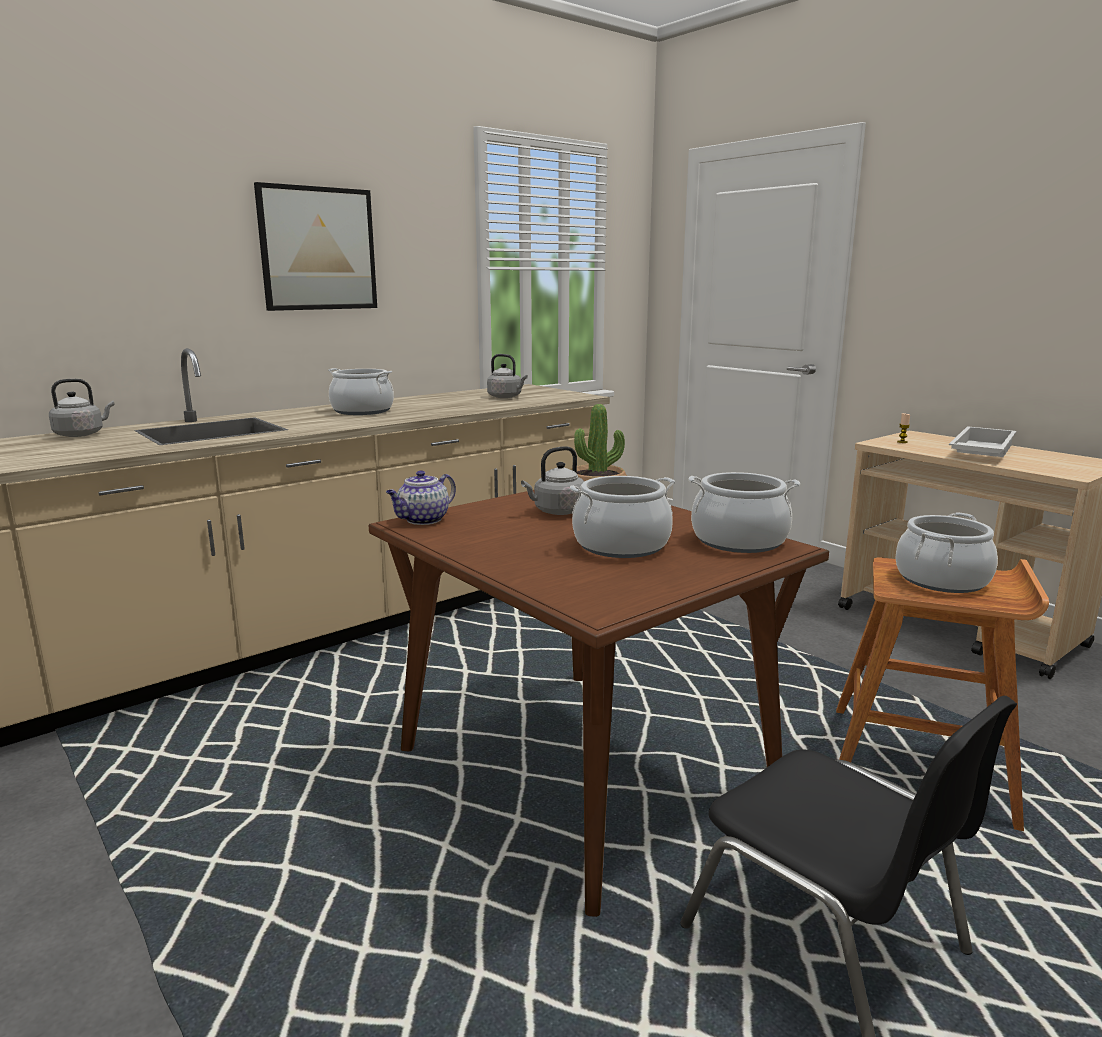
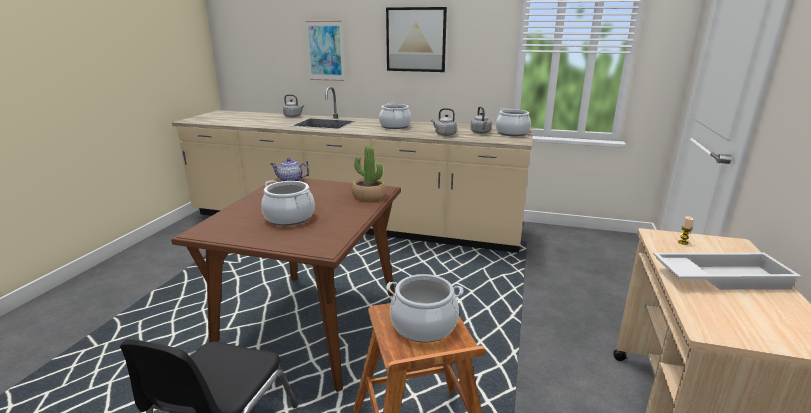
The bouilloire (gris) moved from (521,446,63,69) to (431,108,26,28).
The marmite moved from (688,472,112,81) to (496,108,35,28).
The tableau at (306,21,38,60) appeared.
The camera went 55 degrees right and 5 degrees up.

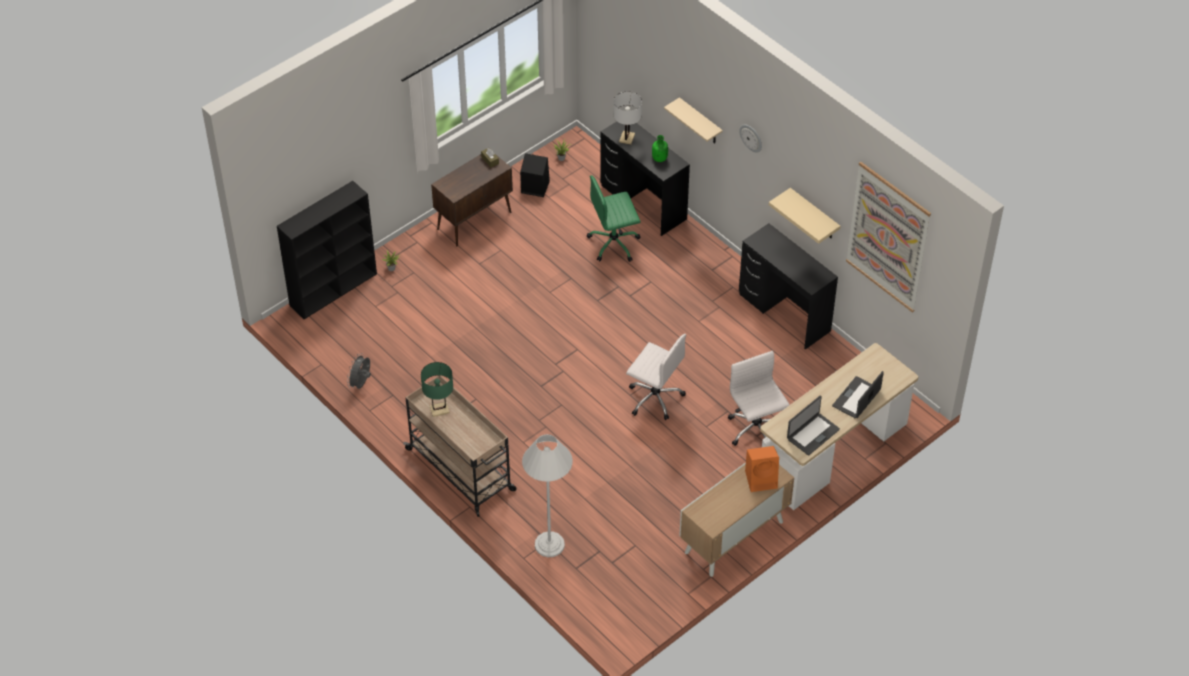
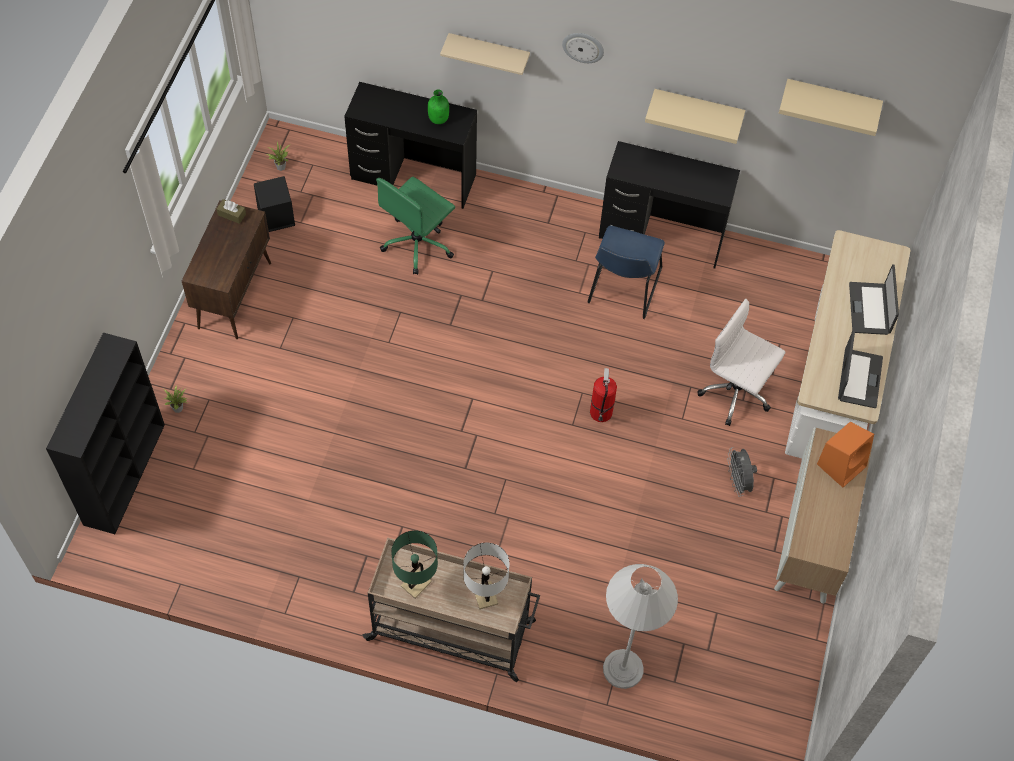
The lampe de table (blanc) moved from (613,91,29,54) to (463,543,47,66).
The tableau at (846,161,85,152) was replaced by the étagère (beige) at (779,79,104,57).
The chaise de bureau (blanc) at (626,334,60,86) was replaced by the extincteur at (590,368,27,54).
The ventilateur (gris) moved from (347,353,24,36) to (727,447,30,50).
The chaise (bleu) at (587,226,78,93) appeared.
The camera went 35 degrees left and 10 degrees up.

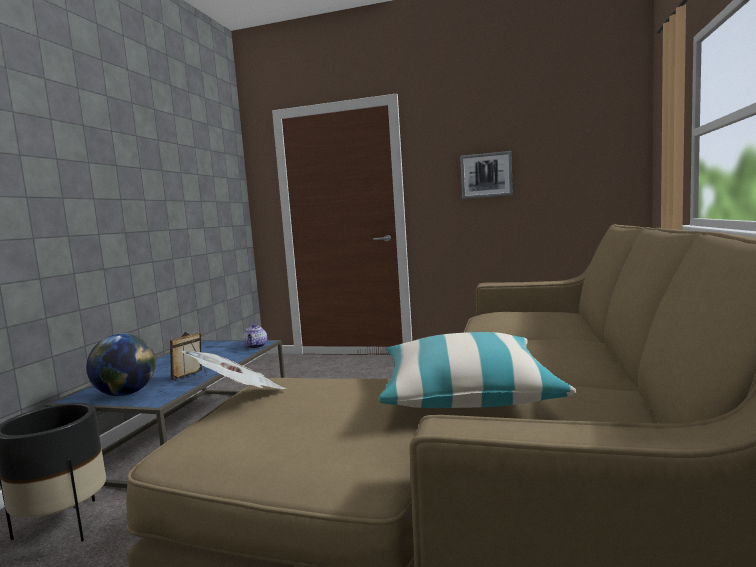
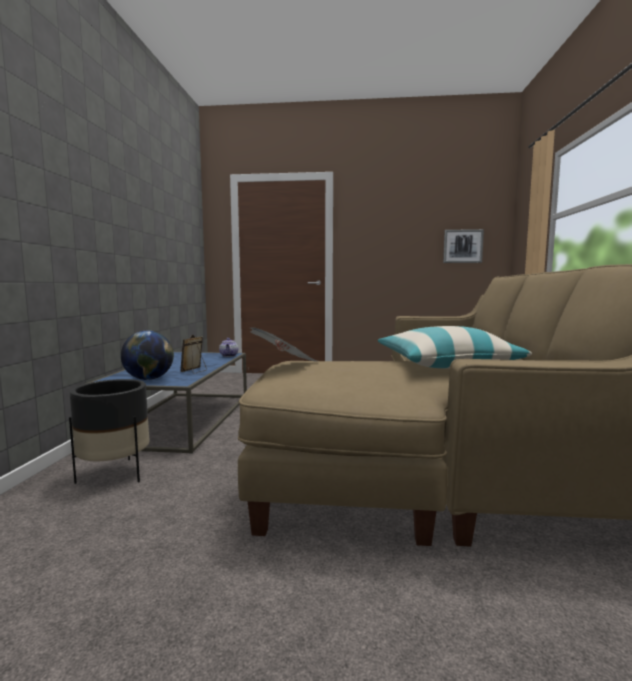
The tableau moved from (460,151,53,48) to (443,229,41,34).
The camera went 10 degrees left and 0 degrees up.

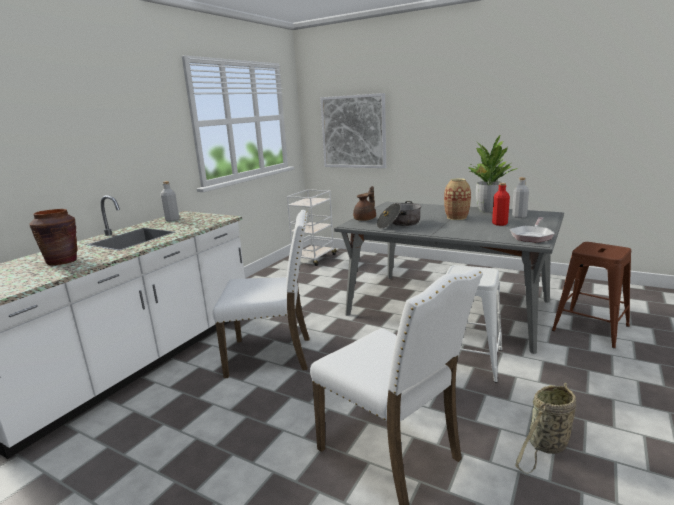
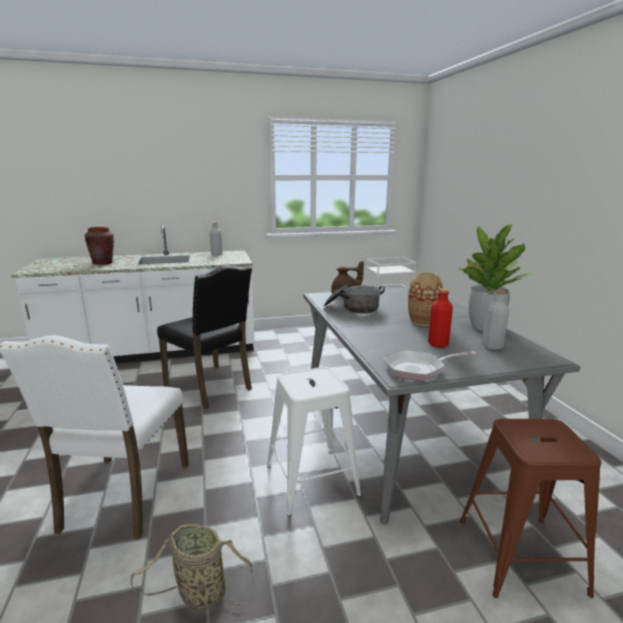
The tableau at (320,93,66,75) disappeared.
The chaise (blanc) at (212,210,98,168) became the chaise (noir) at (157,266,95,143).
The camera went 45 degrees right and 0 degrees up.

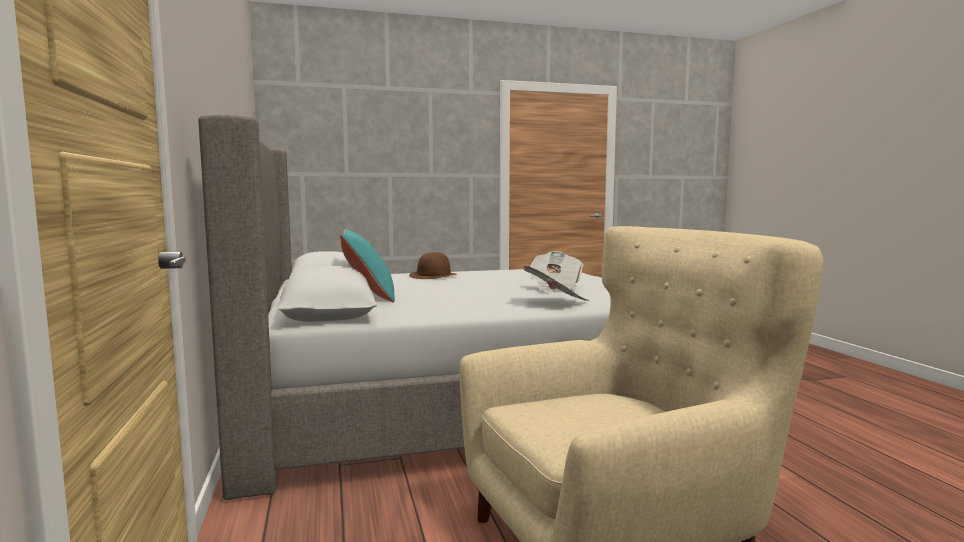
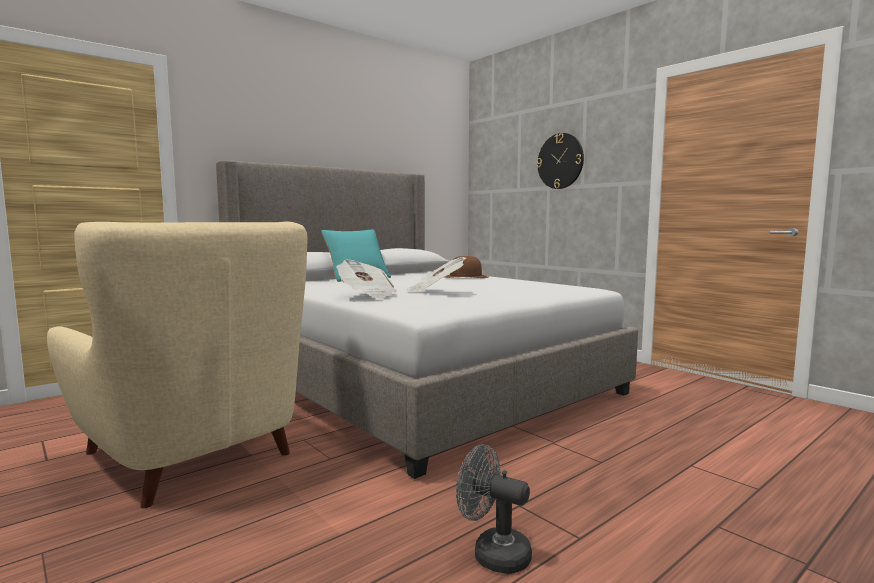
The horloge murale at (537,133,47,56) appeared.
The ventilateur (gris) at (456,444,76,130) appeared.
The camera went 65 degrees right and 0 degrees up.

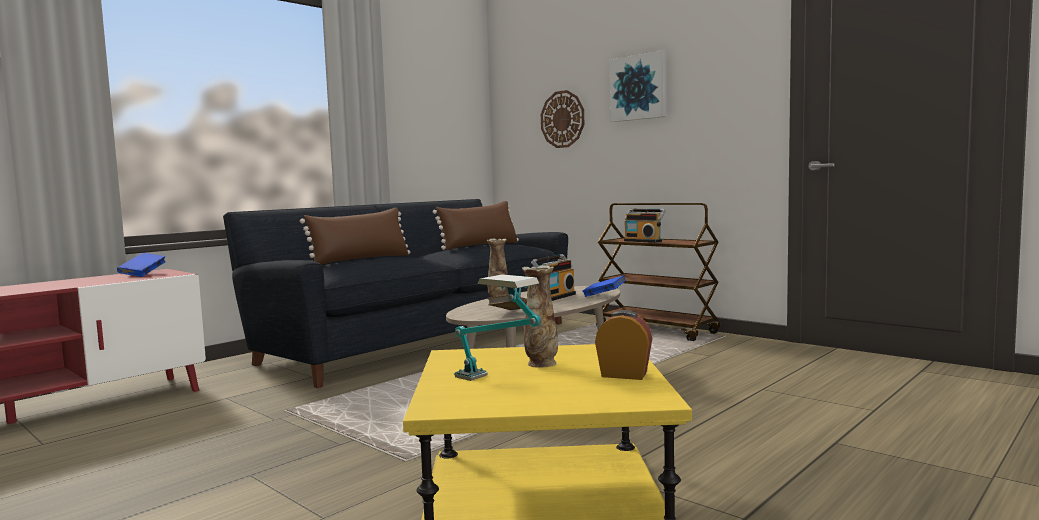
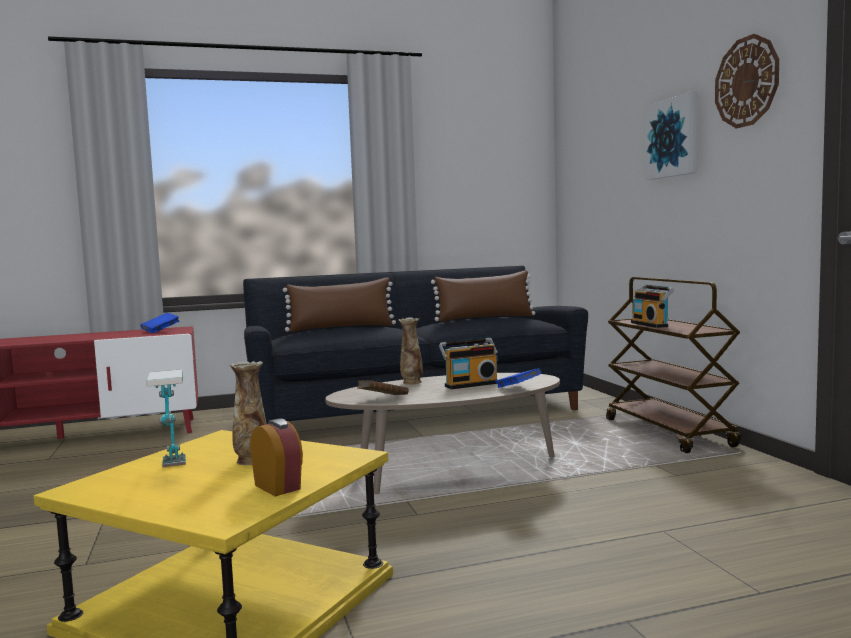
The horloge murale moved from (541,90,43,58) to (715,34,64,94).
The camera went 30 degrees right and 0 degrees up.

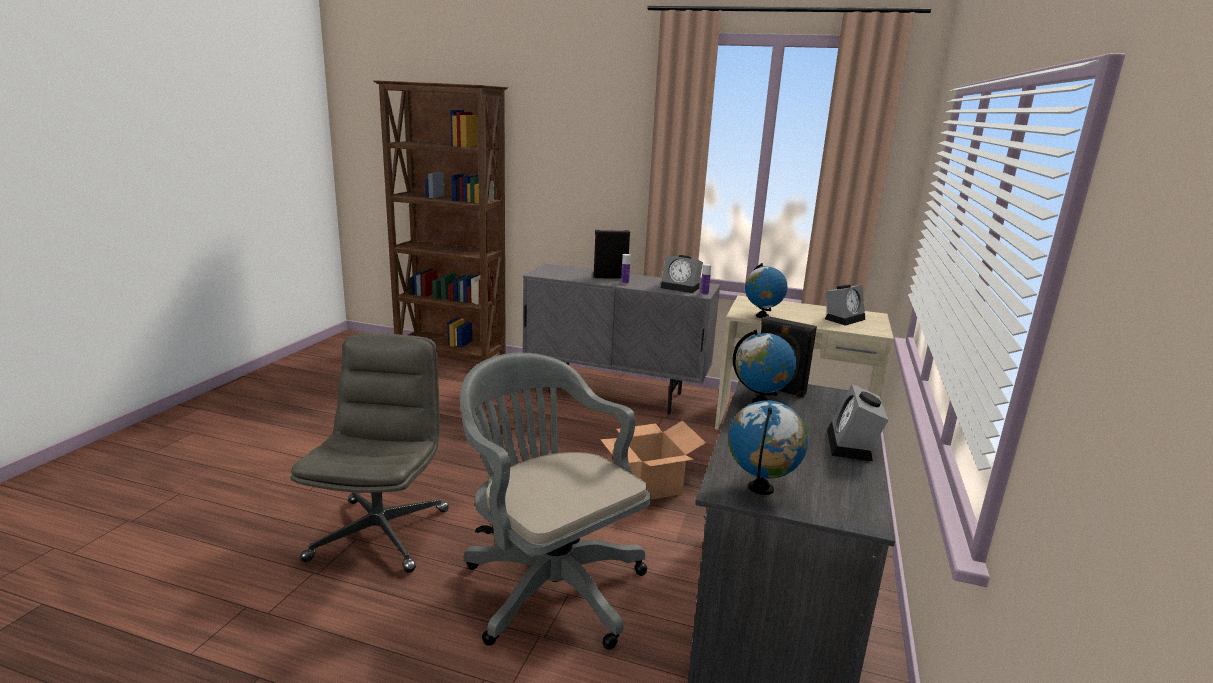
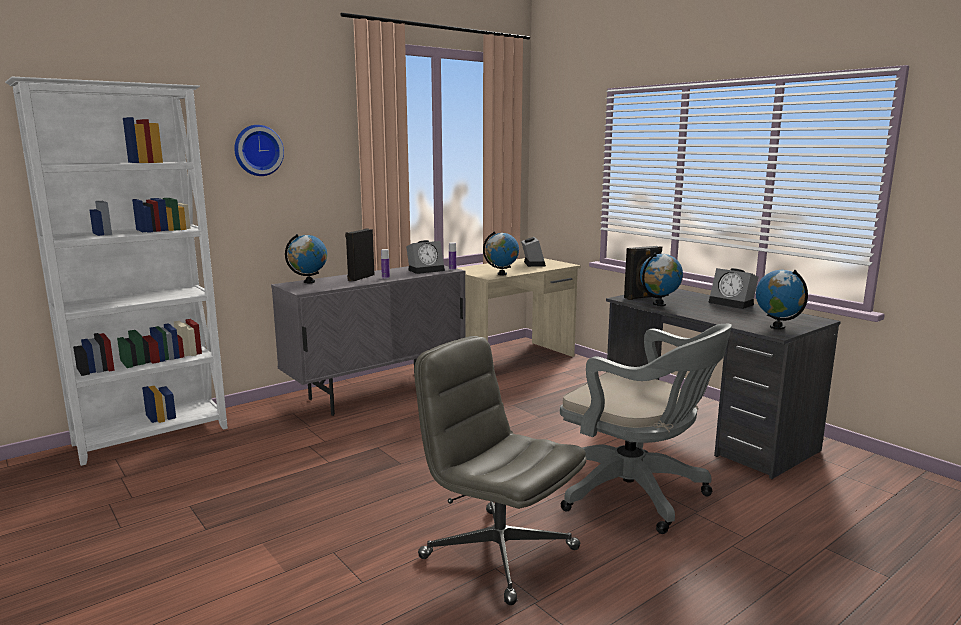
The bibliothèque (marron) at (373,80,135,281) became the bibliothèque (blanc) at (5,77,223,389).
The chaise de bureau (gris) at (460,353,191,297) turned 135 degrees counterclockwise.
The carton at (600,421,106,79) disappeared.
The horloge murale at (234,125,50,51) appeared.
The globe at (285,234,42,49) appeared.
The camera went 55 degrees left and 5 degrees down.

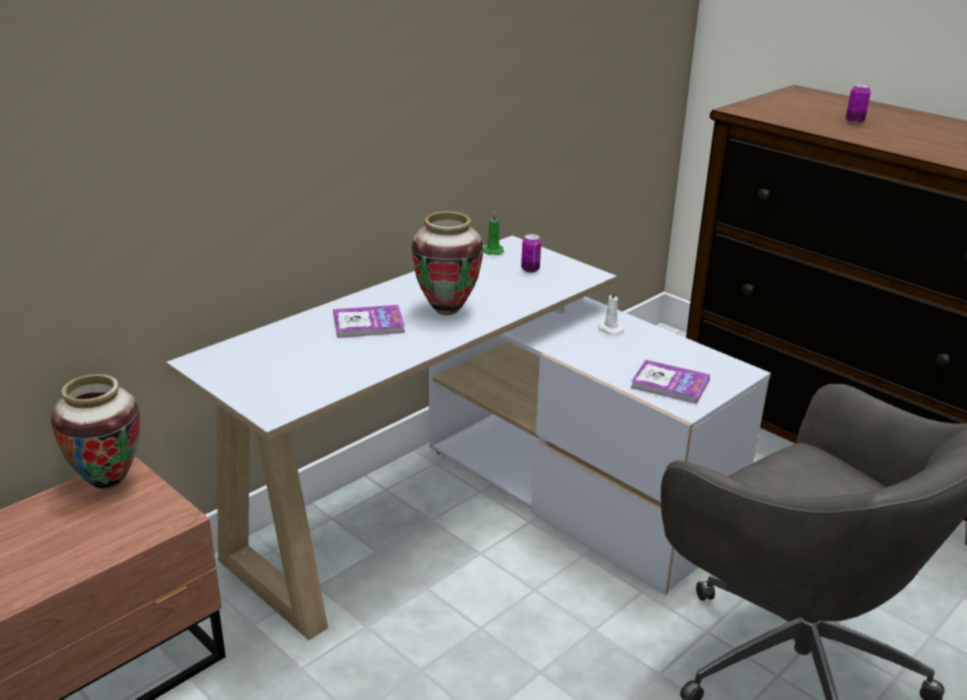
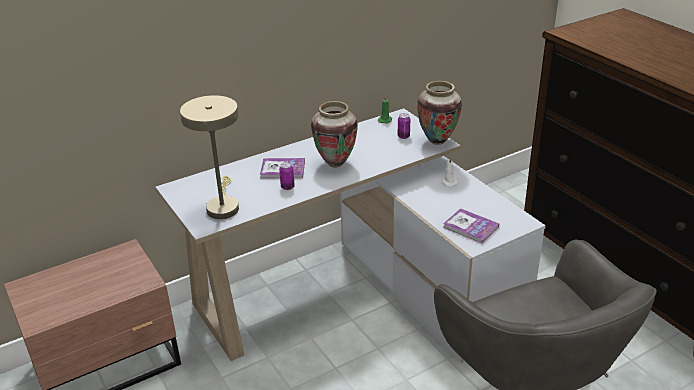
The boîte métallique moved from (846,84,25,39) to (279,162,16,28).
The vase moved from (51,374,89,116) to (417,81,45,64).
The lampe de table (beige) at (180,95,59,124) appeared.
The camera went 15 degrees right and 5 degrees up.

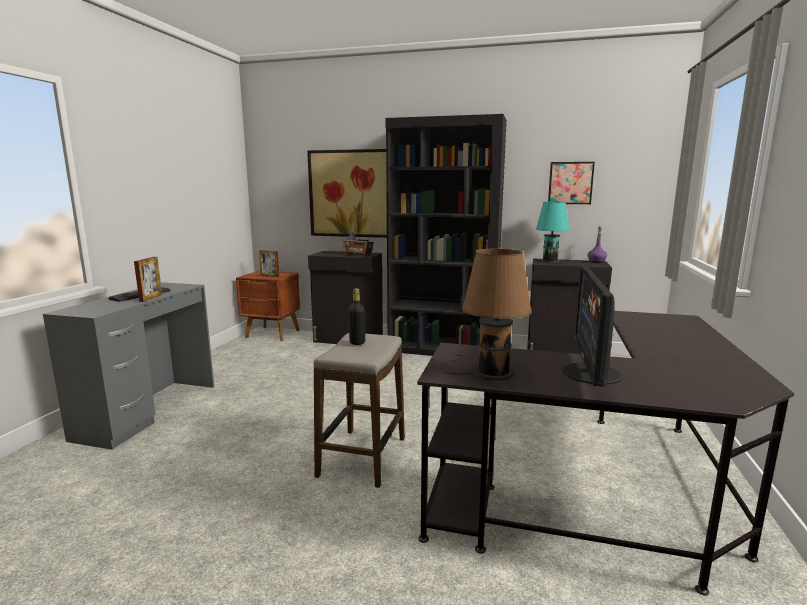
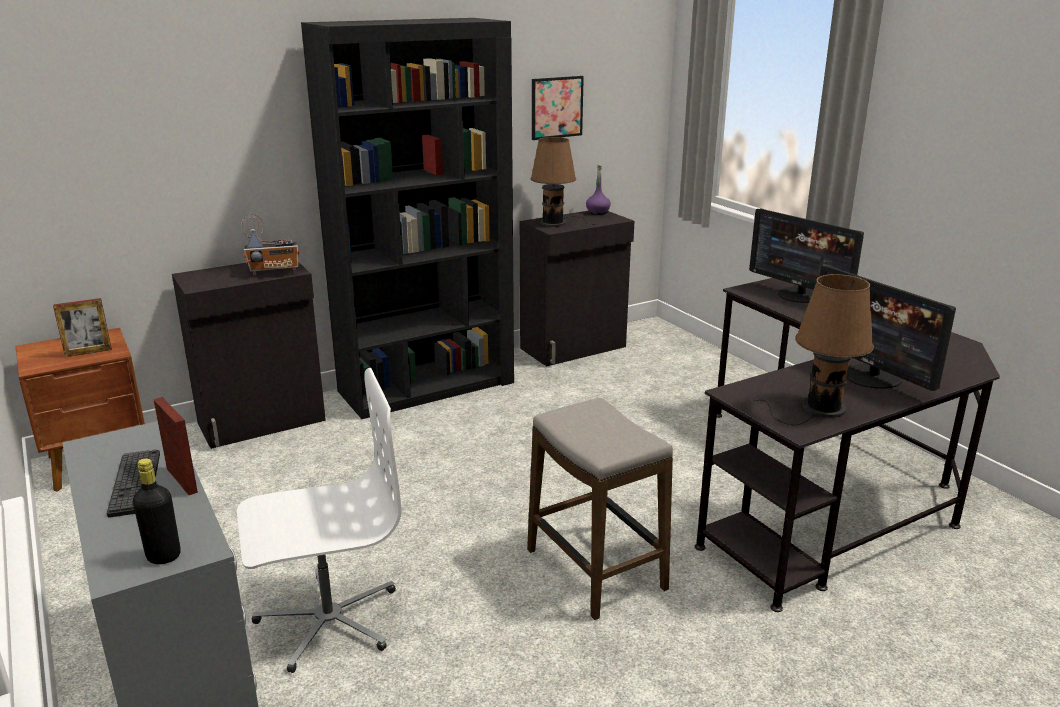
The tableau at (307,149,80,89) disappeared.
The lampe de table (turquoise) at (536,202,42,63) became the lampe de table (marron) at (531,137,63,90).
The bouteille (noir) moved from (348,288,17,57) to (133,459,48,105).
The écran d'ordinateur at (749,209,115,94) appeared.
The chaise de bureau (blanc) at (237,368,164,305) appeared.
The camera went 45 degrees left and 10 degrees up.

